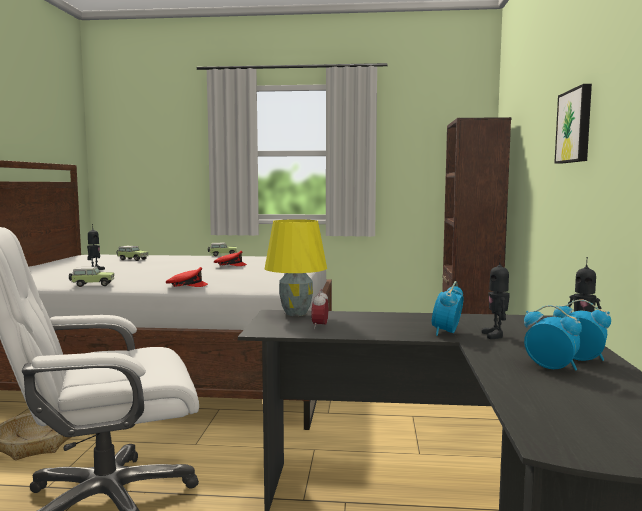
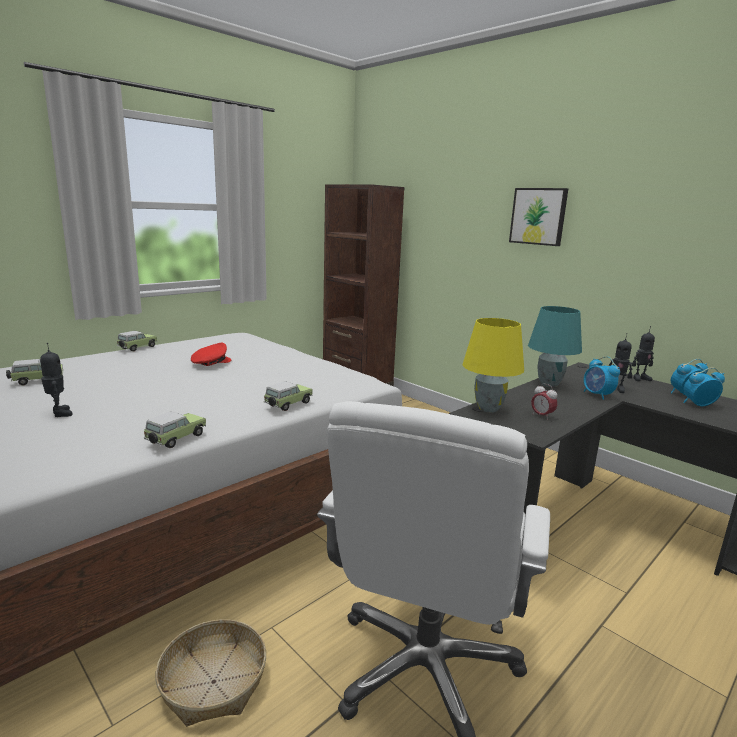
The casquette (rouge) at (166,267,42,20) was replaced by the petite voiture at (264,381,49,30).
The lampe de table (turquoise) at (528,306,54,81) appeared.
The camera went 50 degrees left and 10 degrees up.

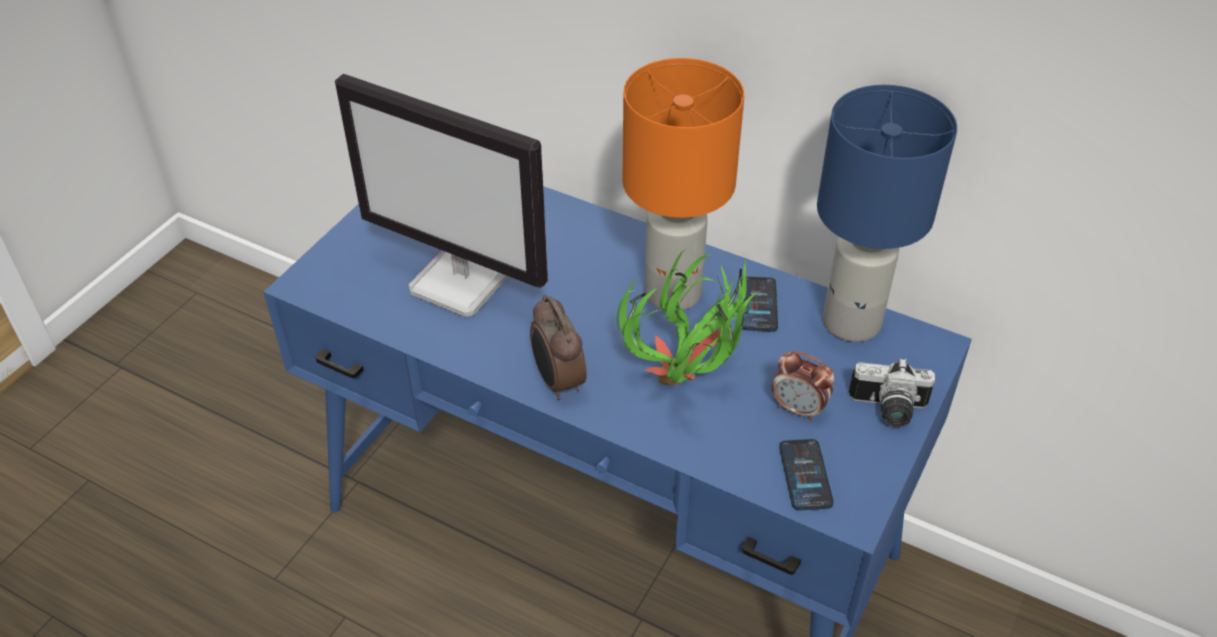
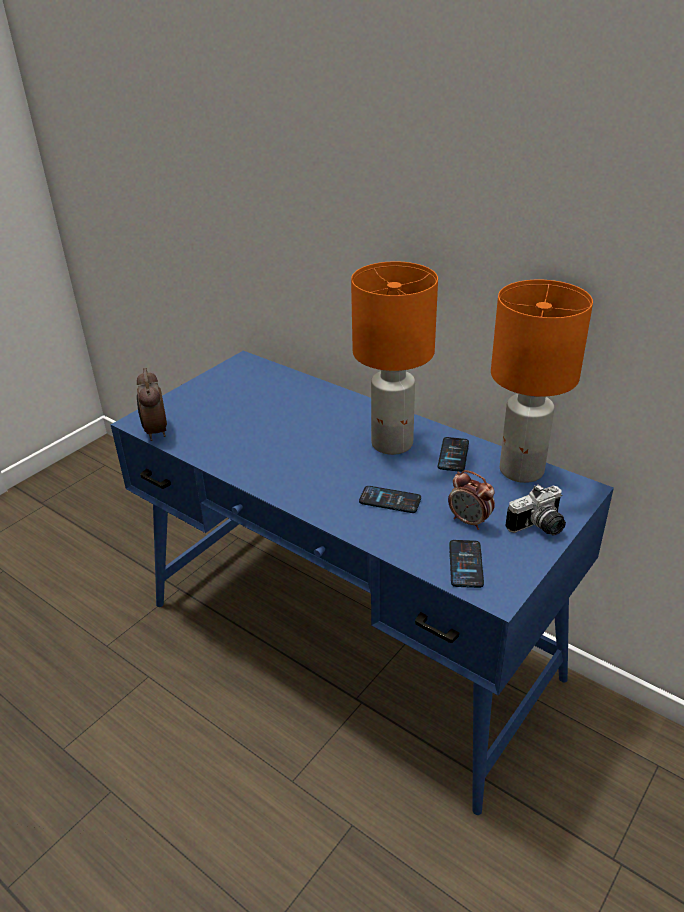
The écran d'ordinateur at (335,74,213,243) disappeared.
The lampe de table (bleu) at (817,85,140,257) became the lampe de table (orange) at (491,280,102,203).
The plante en pot at (617,248,141,137) was replaced by the téléphone at (359,486,62,27).
The réveil moved from (530,295,57,105) to (137,368,30,73).
The appareil photo at (849,358,86,69) turned 45 degrees counterclockwise.
The camera went 10 degrees right and 10 degrees down.

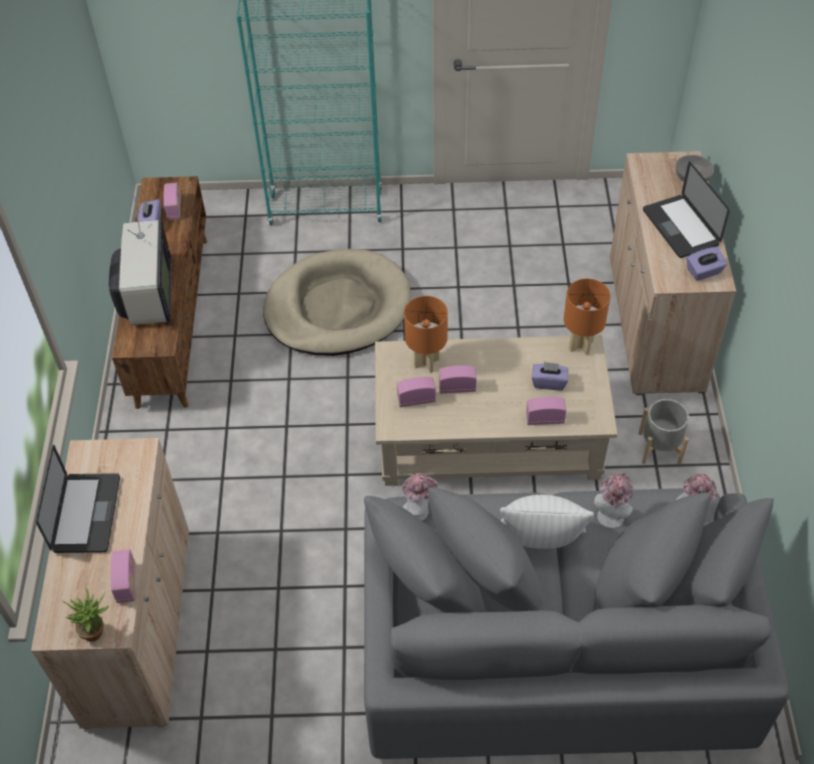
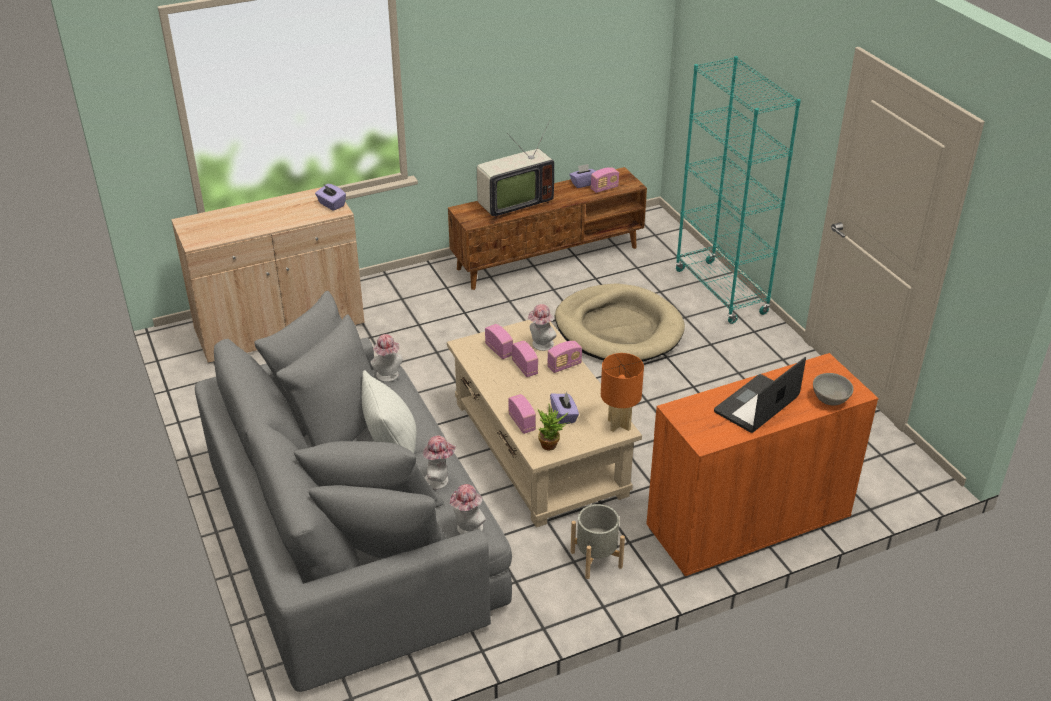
The meuble de rangement (beige) at (610,151,126,244) became the meuble de rangement (orange) at (646,353,232,225).
The boîte à mouchoirs (violet) moved from (686,247,41,34) to (315,184,31,27).
The lampe de table (orange) at (404,296,44,77) was replaced by the chapeau at (528,304,29,47).
The ordinateur portable at (36,445,84,108) disappeared.
The radio moved from (111,549,25,54) to (547,341,35,32).
The plante en pot moved from (62,587,48,55) to (538,404,32,46).
The camera went 65 degrees right and 15 degrees down.

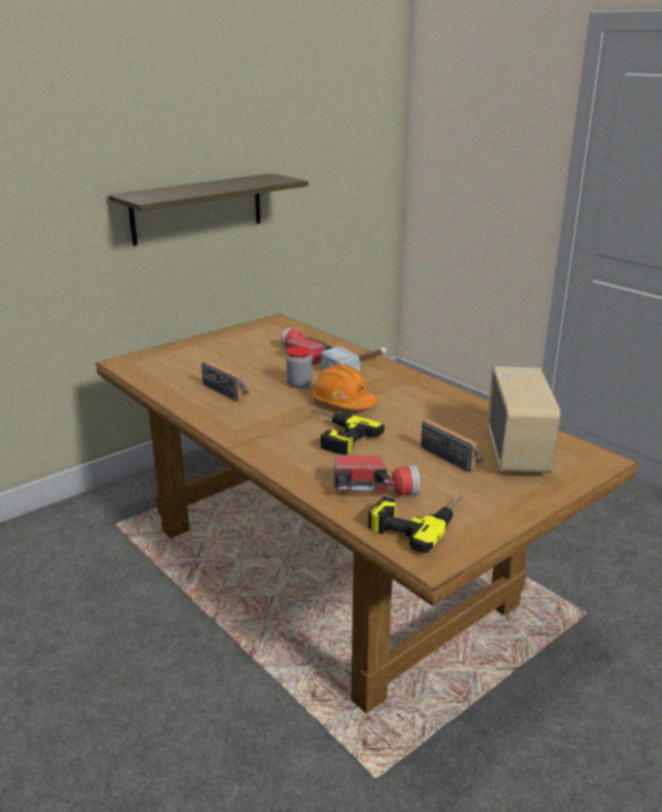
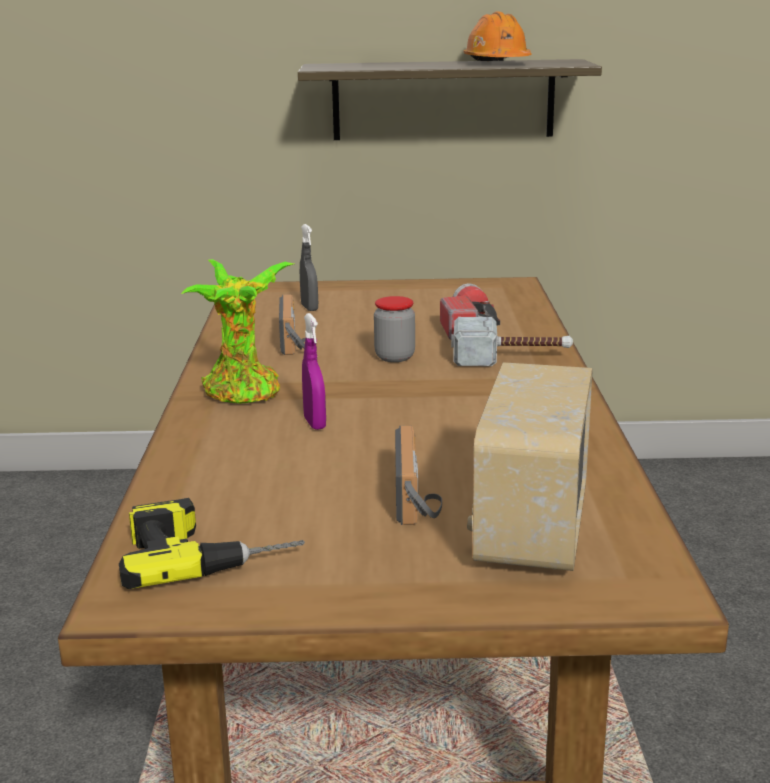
The casque de chantier (orange) moved from (311,364,66,46) to (463,11,69,50).
The radio at (487,366,73,107) turned 150 degrees clockwise.
The perceuse at (310,410,74,45) was replaced by the vaporisateur (violet) at (302,313,24,117).
The lampe de poche at (334,455,86,41) disappeared.
The vaporisateur (gris) at (300,224,18,87) appeared.
The plante en pot at (181,259,113,145) appeared.
The camera went 40 degrees right and 5 degrees down.

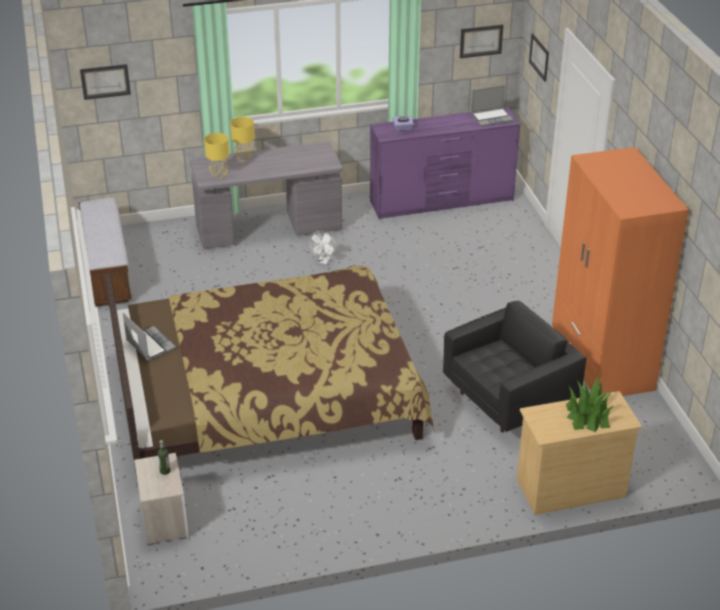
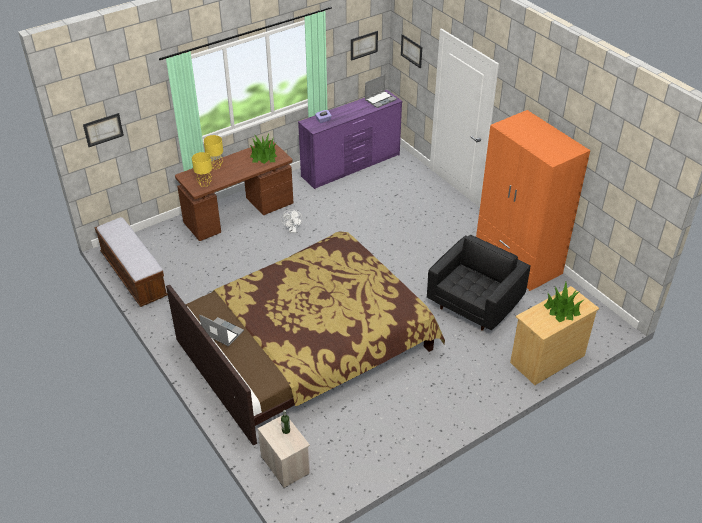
The bureau (gris) at (190,141,152,108) became the bureau (marron) at (175,140,118,101).
The plante en pot at (249,133,28,31) appeared.
The camera went 20 degrees left and 5 degrees up.

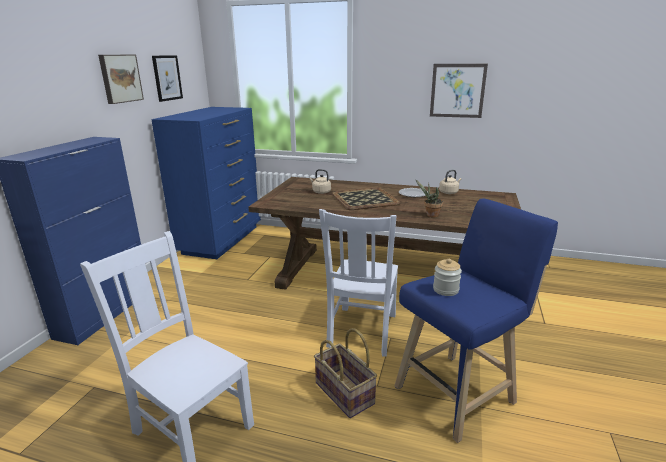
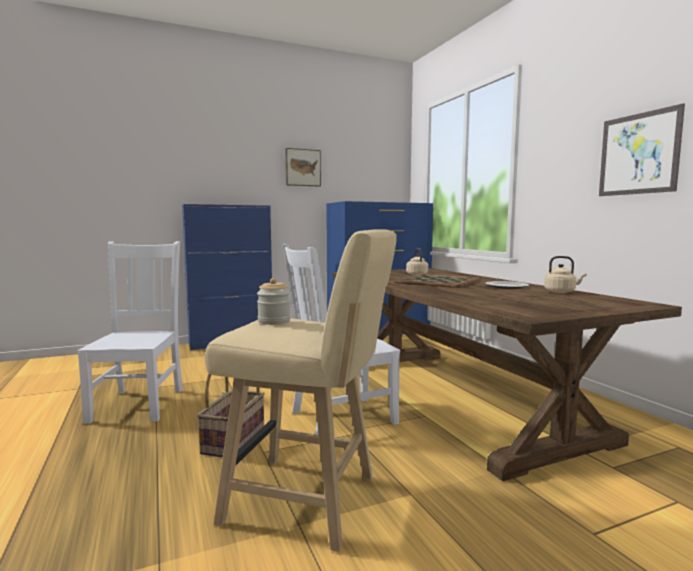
The tableau at (152,55,31,47) disappeared.
The plante en pot at (415,179,28,39) disappeared.
The tabouret (bleu) at (395,199,163,244) became the tabouret (beige) at (205,229,192,323).
The camera went 50 degrees right and 15 degrees down.

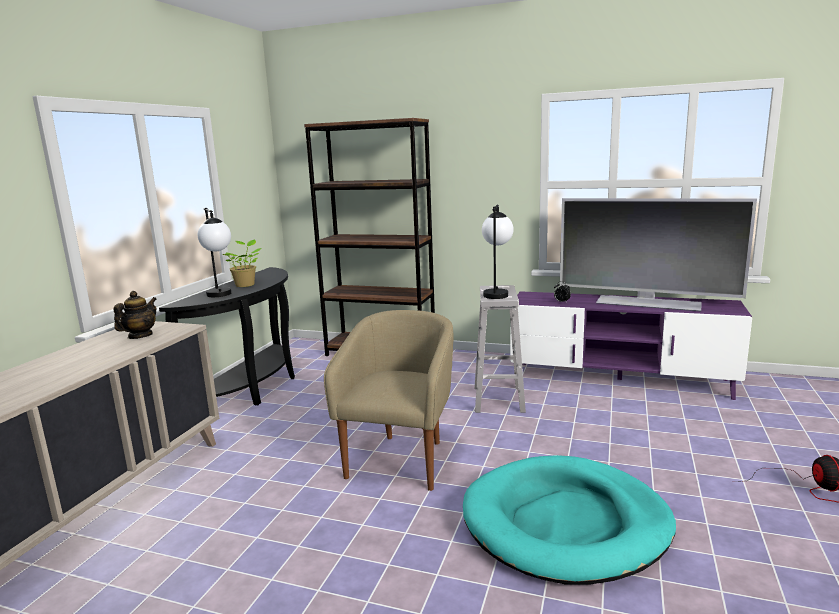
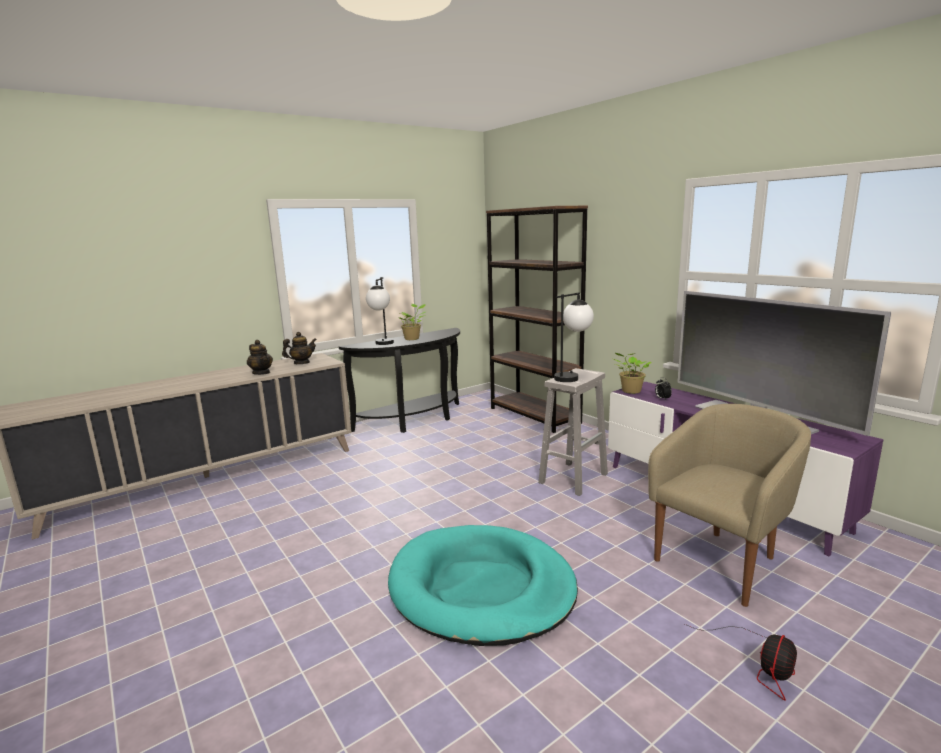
The fauteuil (beige) moved from (324,310,130,181) to (648,404,163,203).
The théière at (247,340,26,35) appeared.
The plante en pot at (614,353,37,41) appeared.
The camera went 35 degrees right and 0 degrees up.

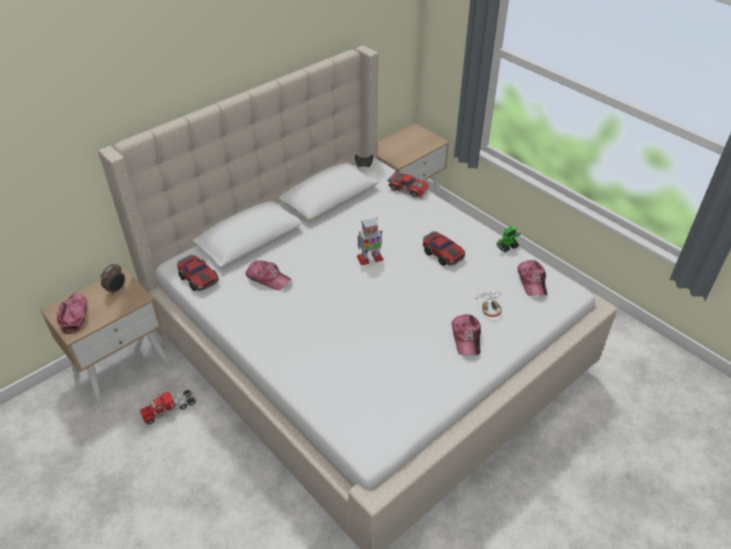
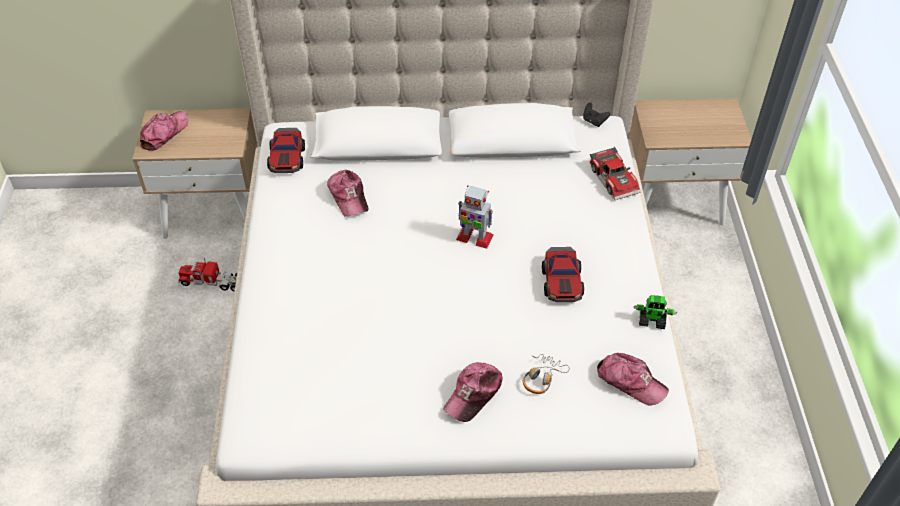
The casquette at (517,260,30,36) turned 90 degrees counterclockwise.
The réveil at (101,264,24,31) disappeared.
The camera went 40 degrees right and 5 degrees up.

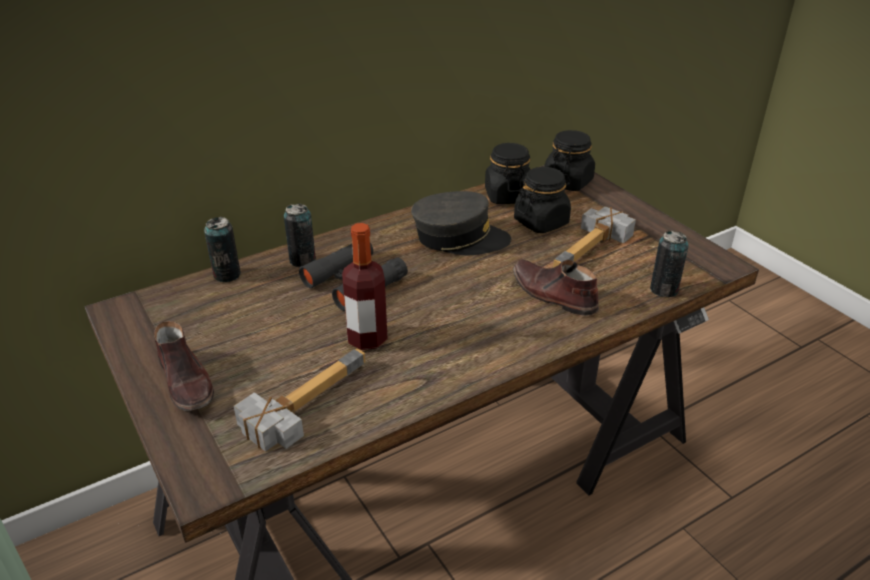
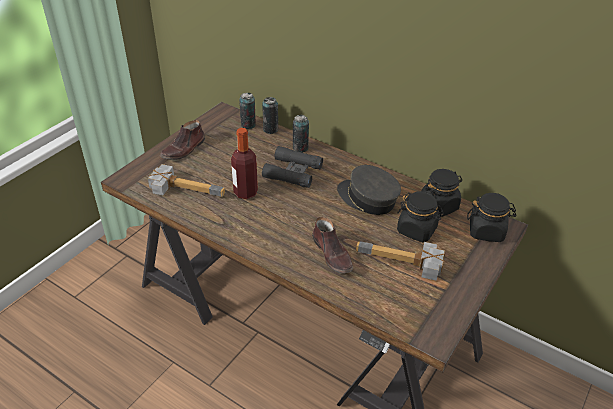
The casquette (gris) at (411,191,100,64) turned 150 degrees clockwise.
The boîte métallique moved from (650,230,39,67) to (239,93,17,36).
The chaussure (marron) at (513,260,86,56) turned 135 degrees clockwise.
The camera went 65 degrees right and 5 degrees up.

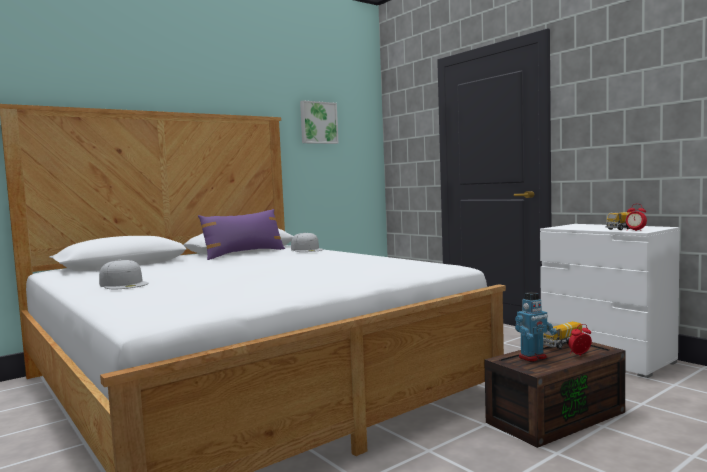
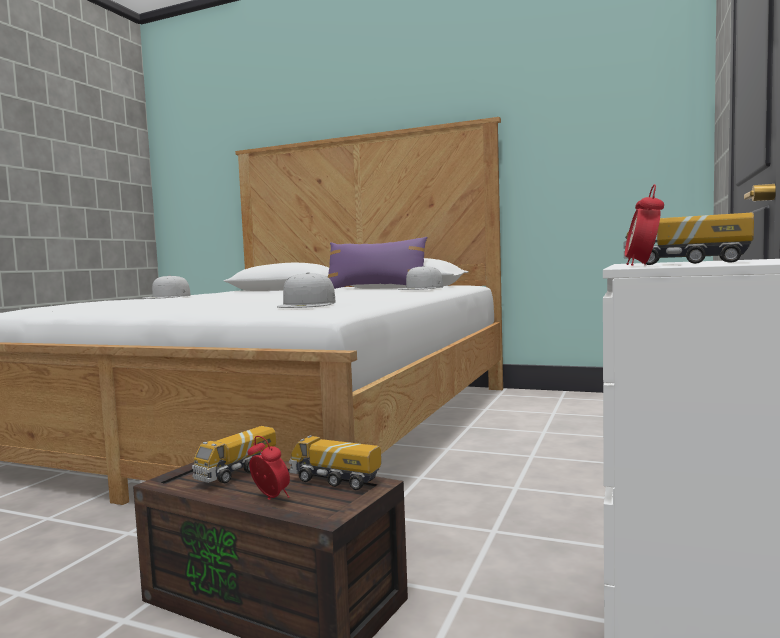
The tableau at (300,100,38,44) disappeared.
The robot jouet at (515,292,42,70) was replaced by the camion jouet at (192,426,84,57).
The casquette (blanc) at (277,272,59,36) appeared.
The camera went 60 degrees right and 0 degrees up.

